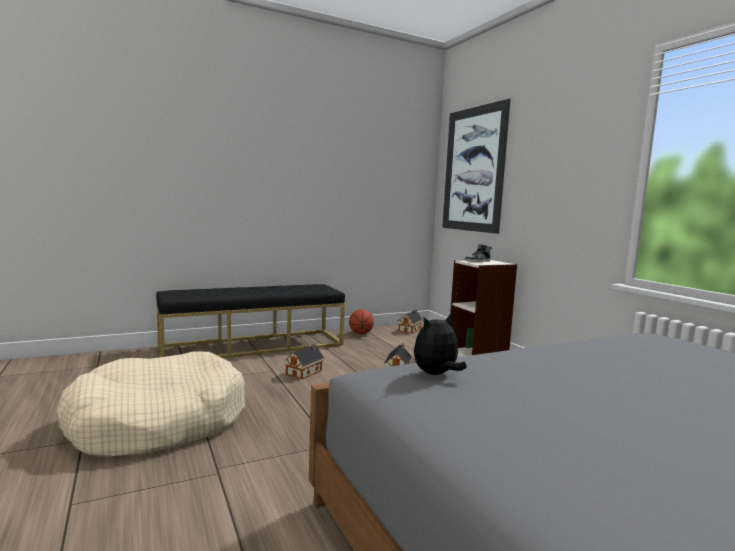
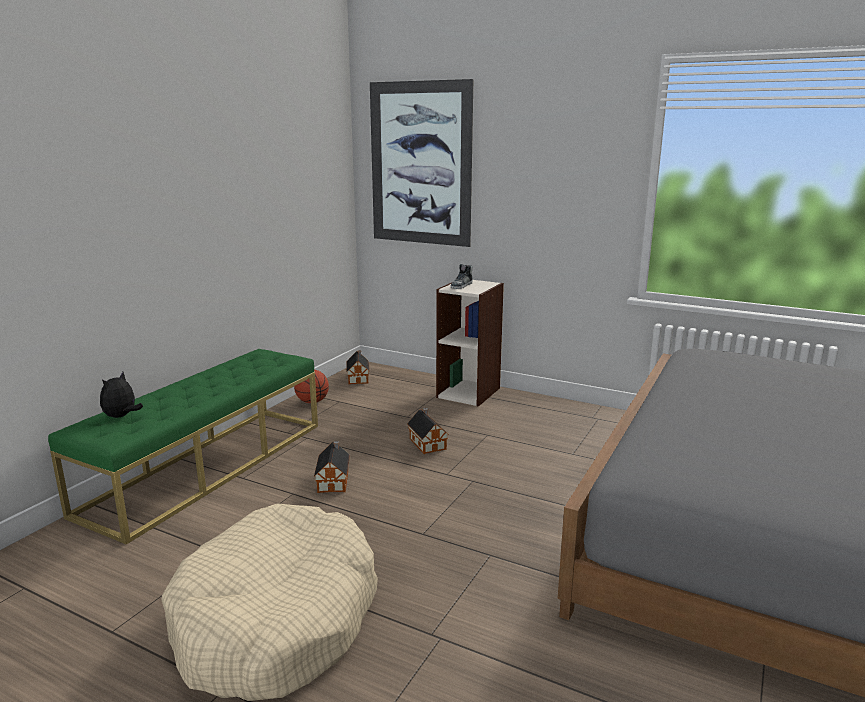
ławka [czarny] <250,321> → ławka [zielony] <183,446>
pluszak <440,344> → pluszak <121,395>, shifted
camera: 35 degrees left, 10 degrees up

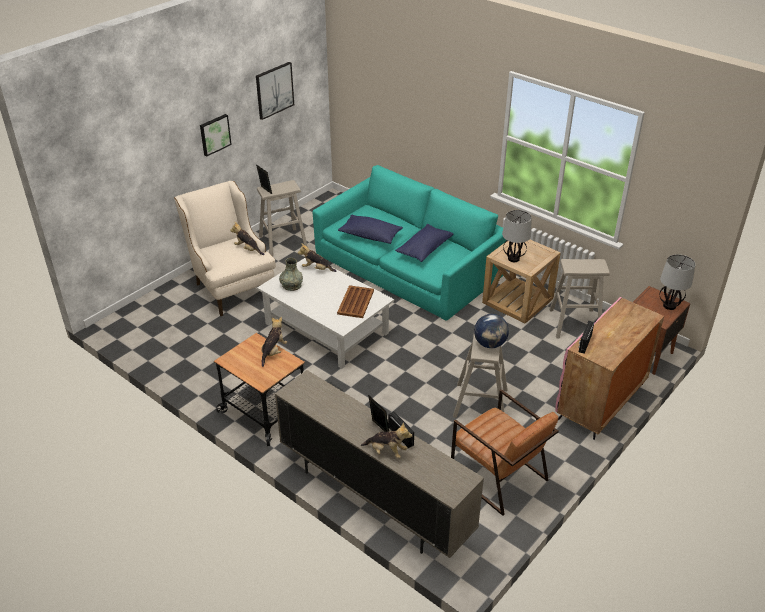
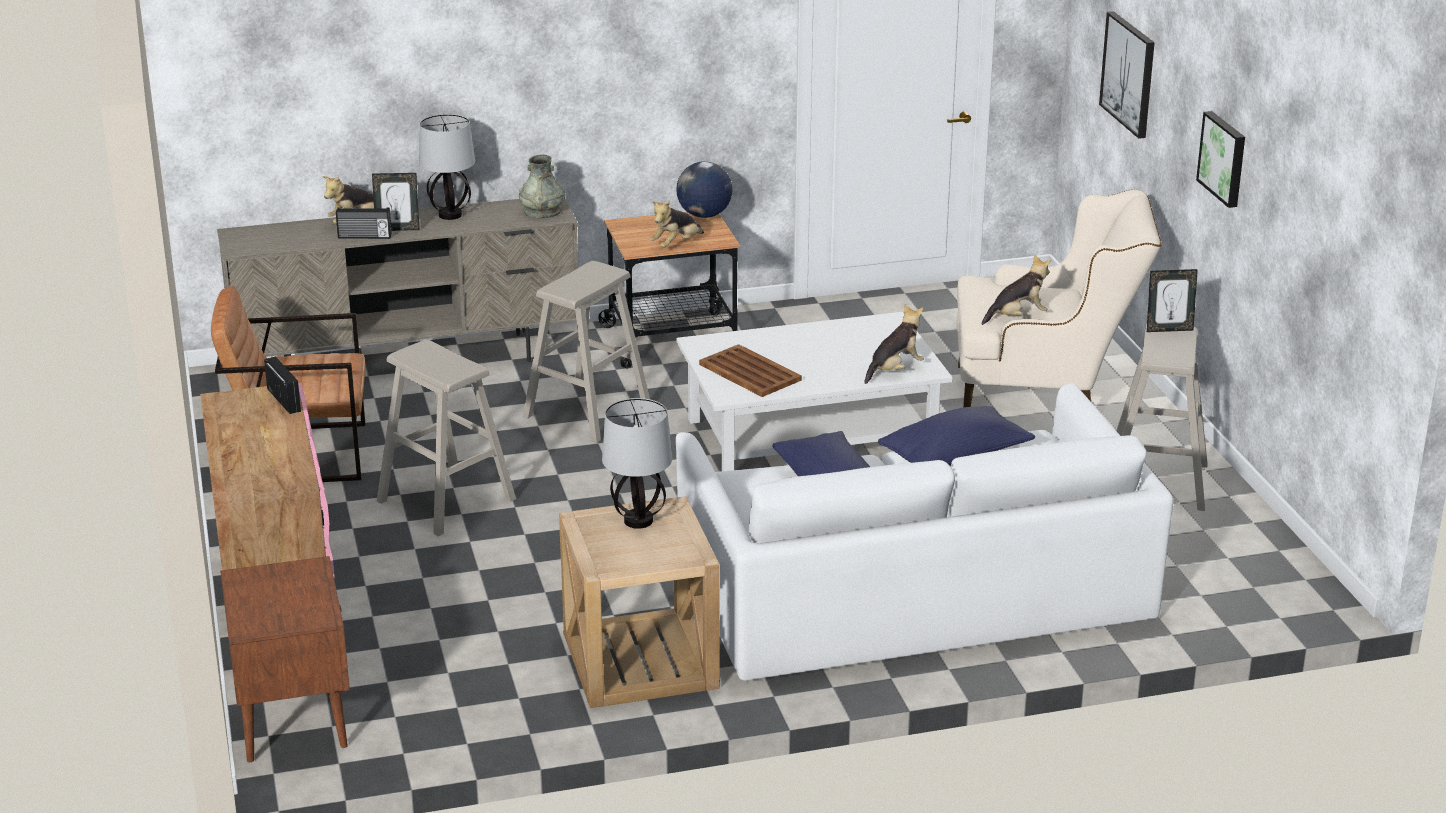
obraz <275,91> → obraz <1127,75>, shifted
pluszak <274,342> → pluszak <677,224>, 75 degrees clockwise
wazon [szary] <291,274> → wazon [szary] <542,186>, shifted
kanapa [turkusowy] <409,243> → kanapa [biały] <924,532>
globus <491,331> → globus <704,189>, shifted
stołek [beżowy] <579,298> → stołek [beżowy] <586,352>, shifted
lampa stołowa <677,282> → lampa stołowa <447,167>, shifted
camera: 125 degrees right, 10 degrees down

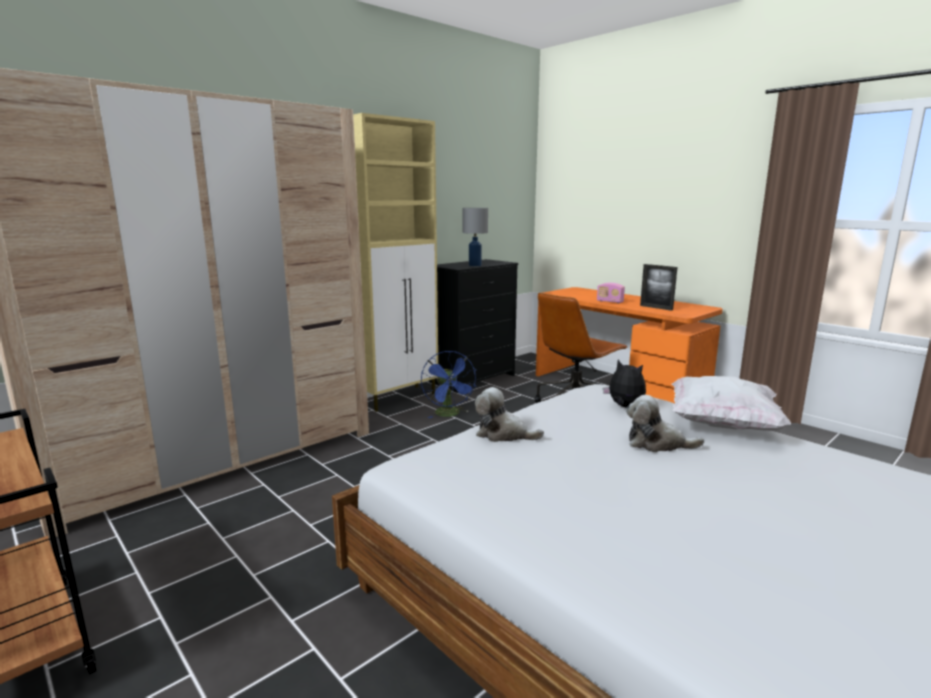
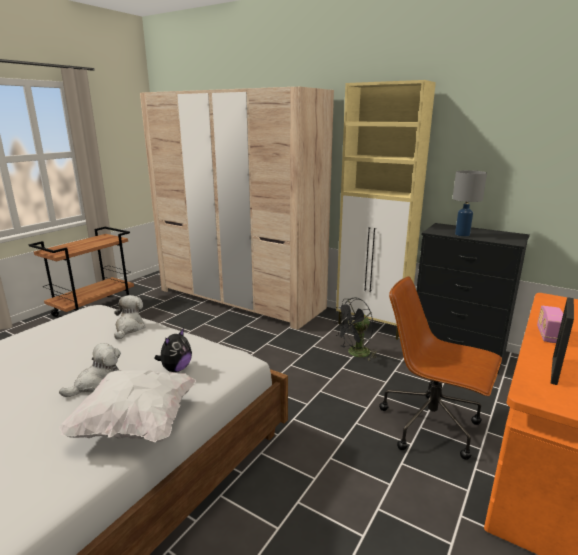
wentylator [niebieski] <449,384> → wentylator [czarny] <355,329>
pluszak <665,423> → pluszak <90,370>, 45 degrees clockwise
camera: 75 degrees right, 5 degrees up

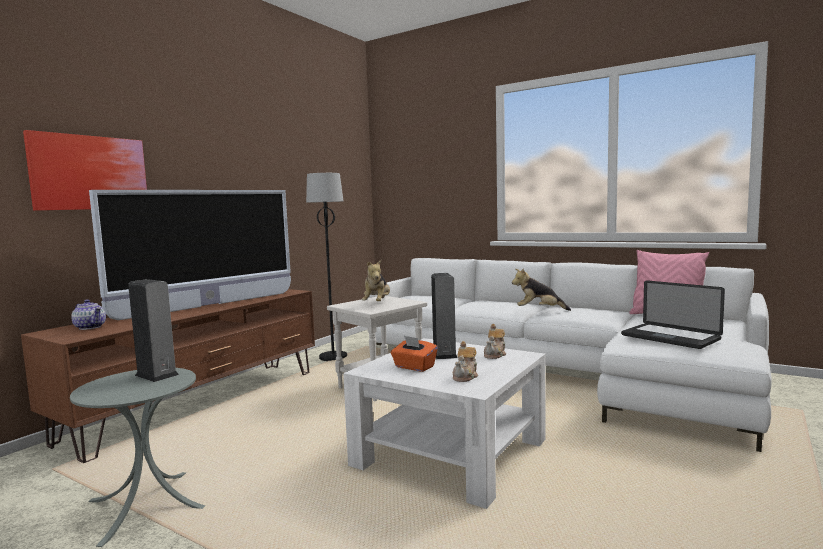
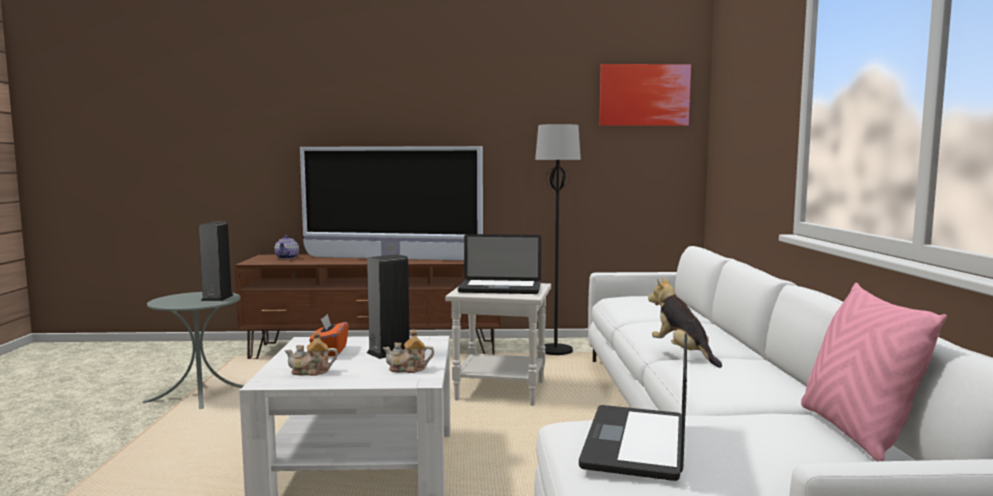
obraz <85,170> → obraz <645,95>, shifted
pluszak <376,280> → laptop <499,264>
camera: 55 degrees right, 0 degrees up

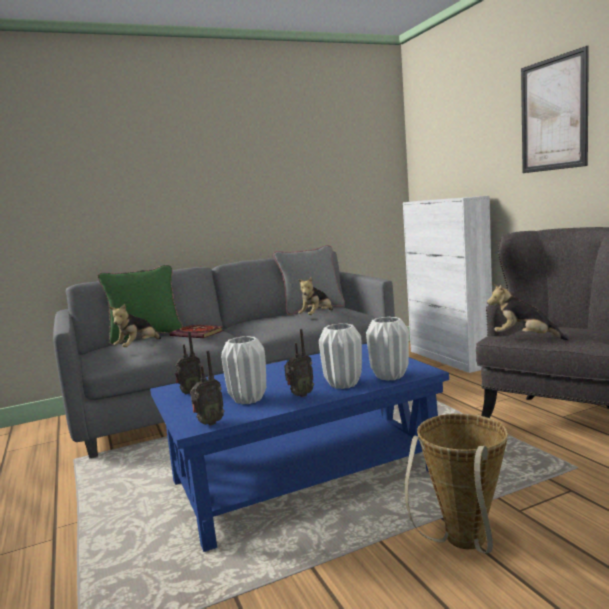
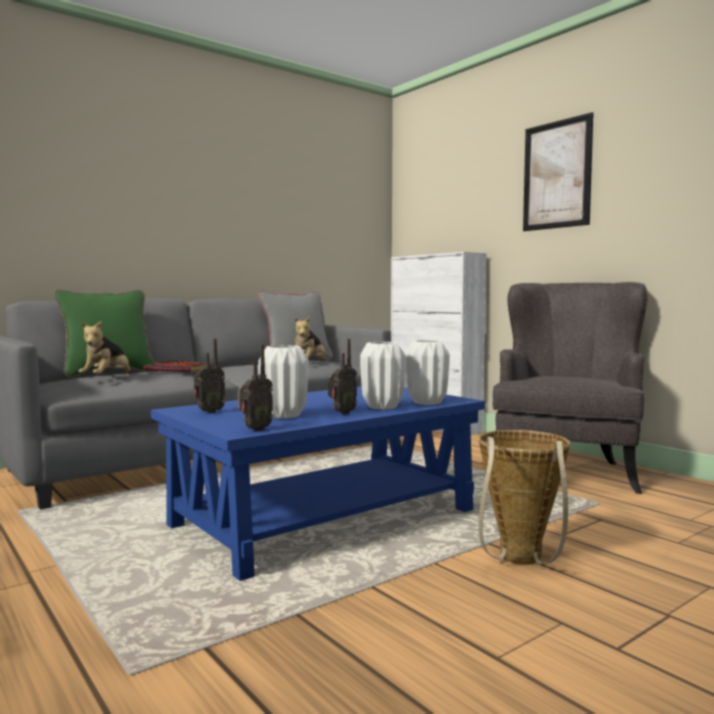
pluszak <528,312> → -
camera: 15 degrees left, 5 degrees down

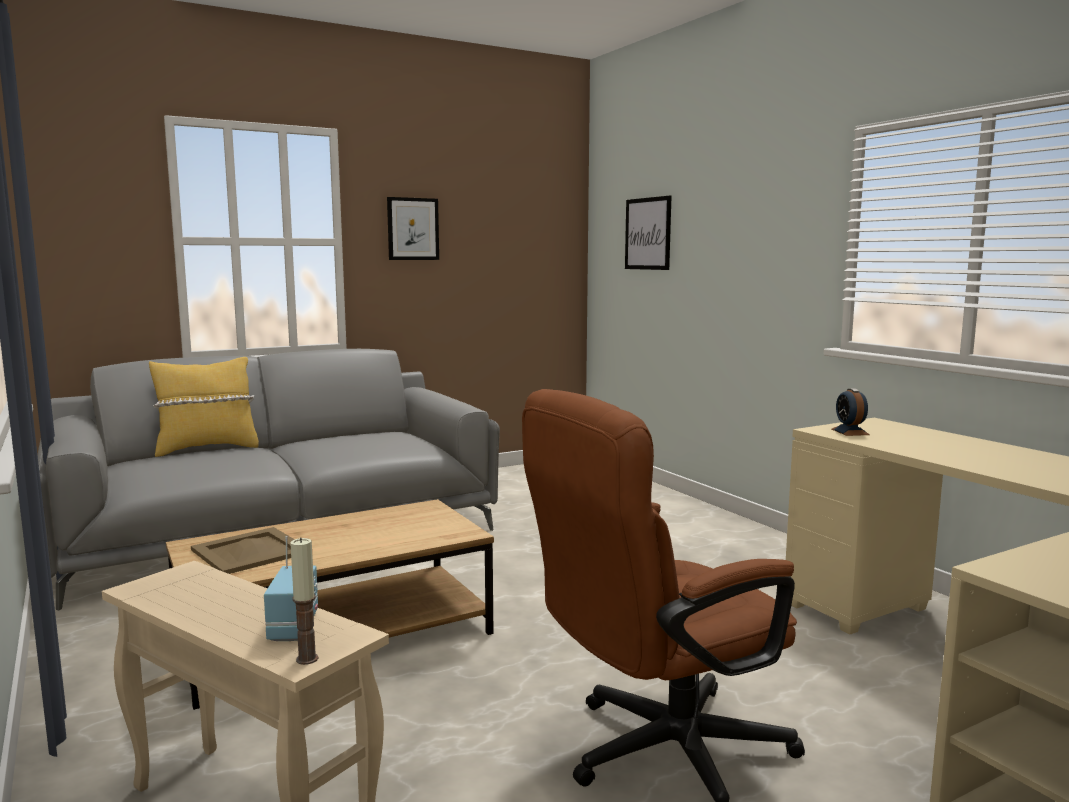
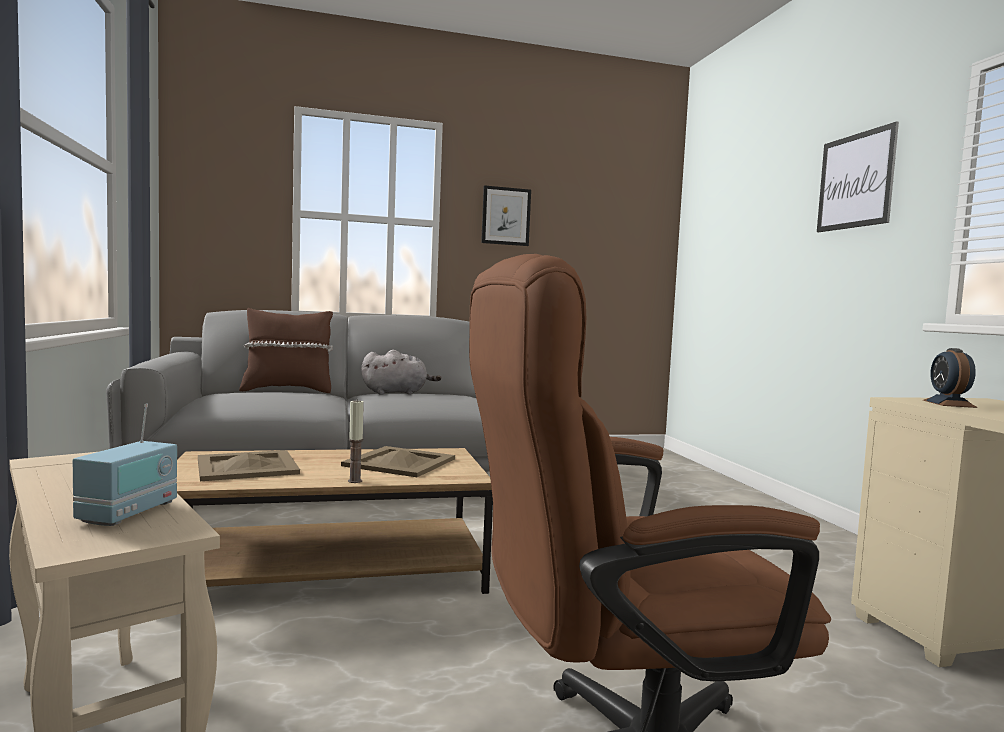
poduszka [żółty] <204,407> → poduszka [brązowy] <286,350>
świeca <304,601> → świeca <356,441>, shifted
obraz <648,233> → obraz <858,176>, shifted
- → taca [beżowy] <398,461>
- → pluszak [szary] <401,372>
camera: 15 degrees right, 5 degrees down

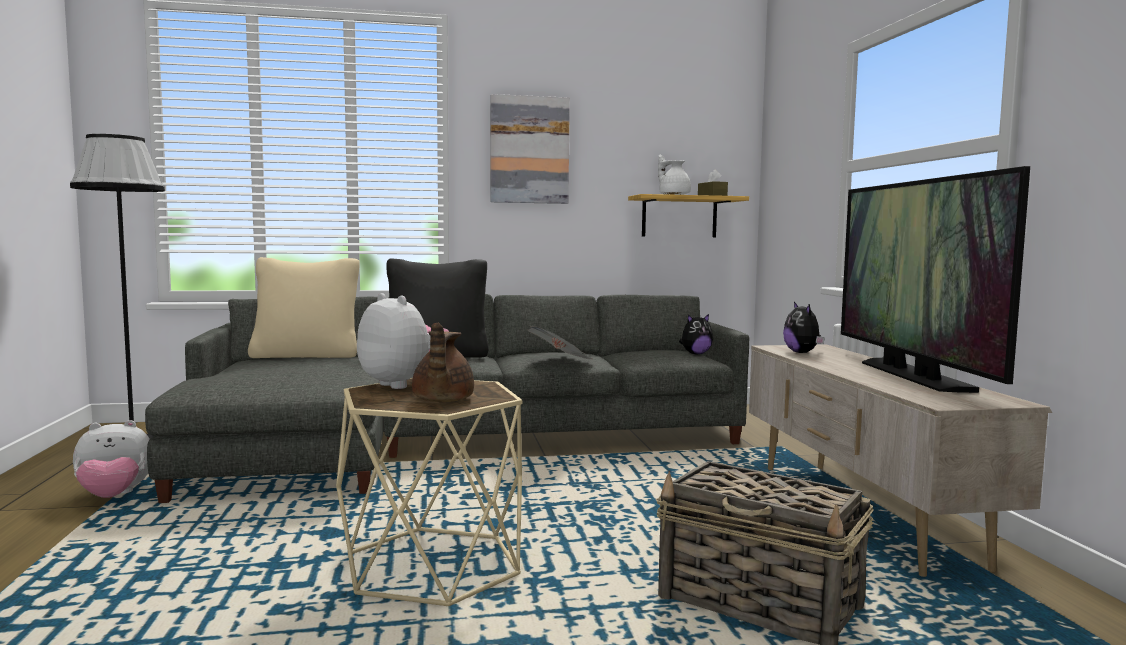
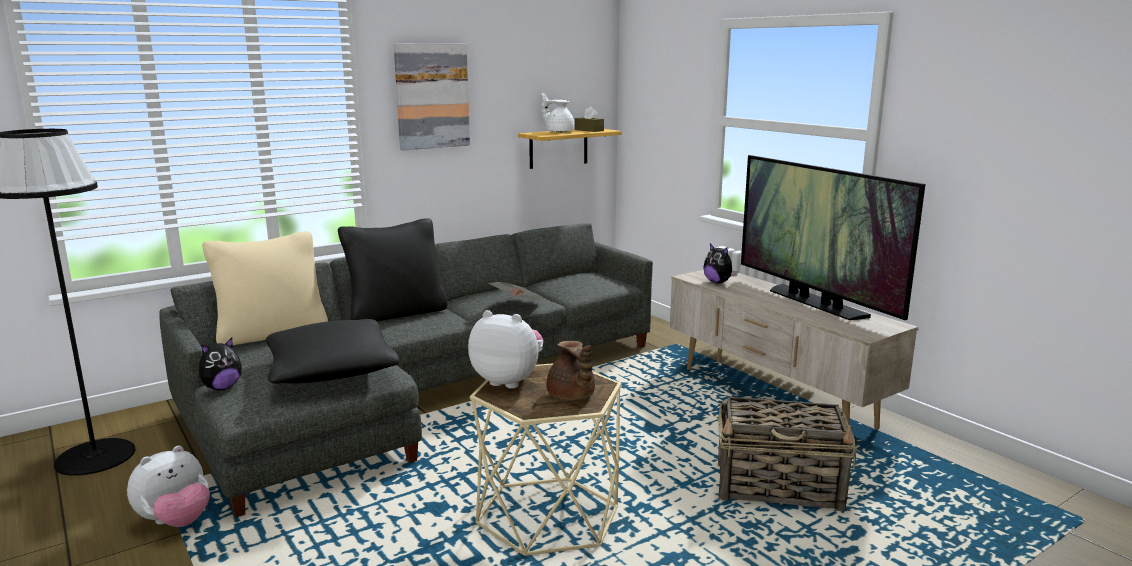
pluszak <696,334> → pluszak <220,364>, shifted
- → poduszka [czarny] <332,351>
camera: 25 degrees left, 10 degrees up

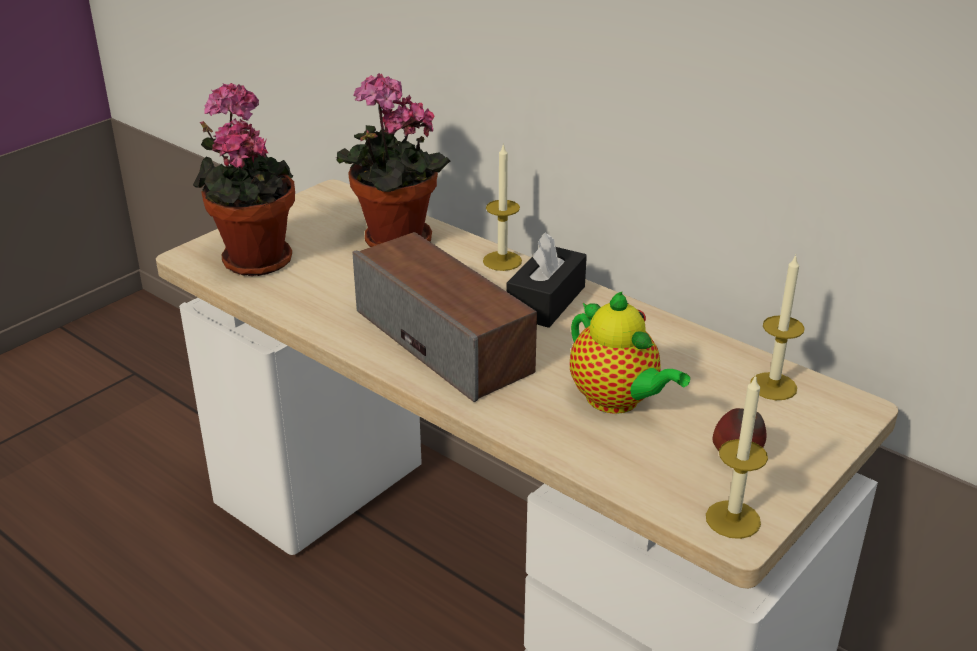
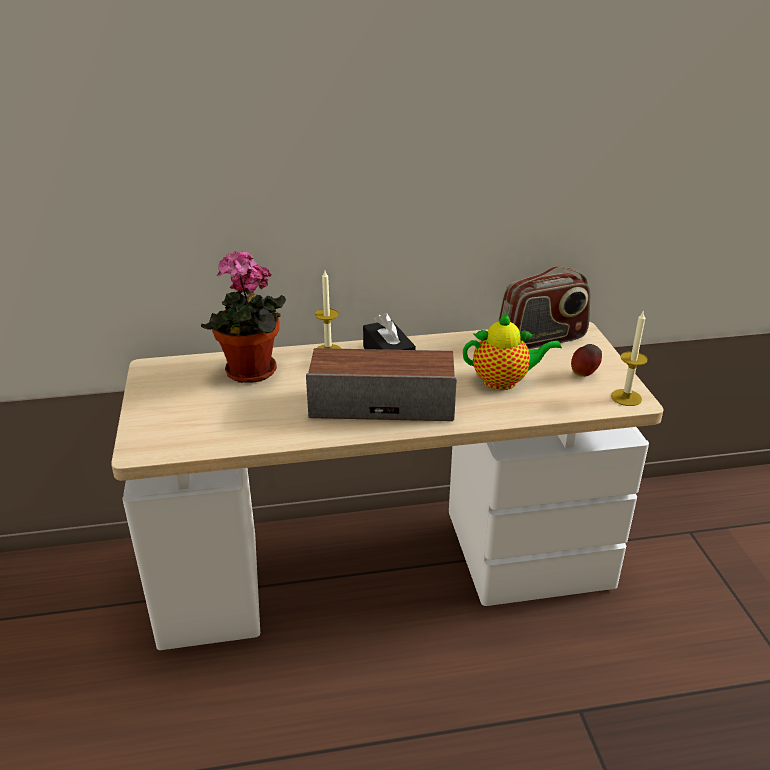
roślina doniczkowa <244,179> → -
świeca <777,327> → radio <544,307>
camera: 50 degrees left, 0 degrees up

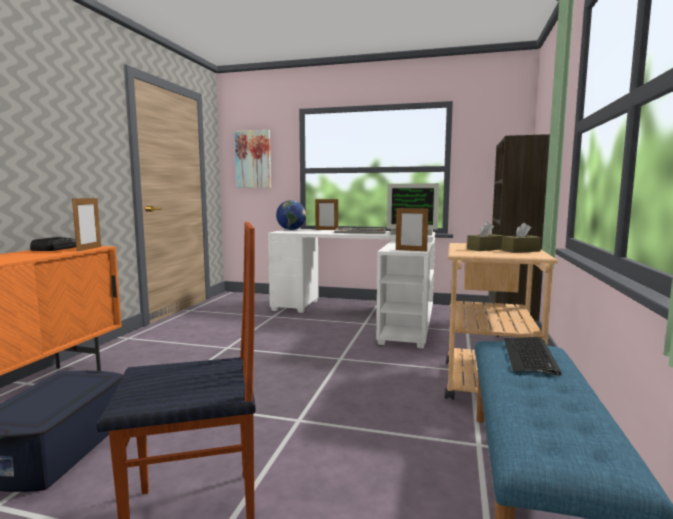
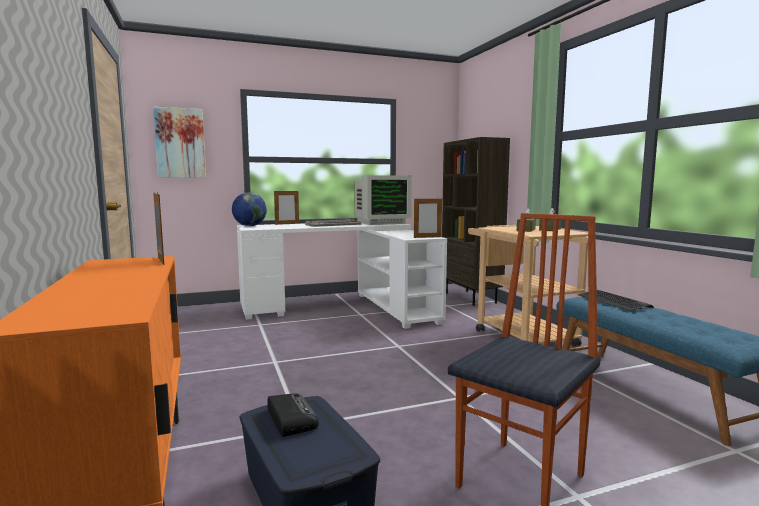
radio <53,244> → radio <293,415>, shifted
camera: 35 degrees left, 0 degrees up

